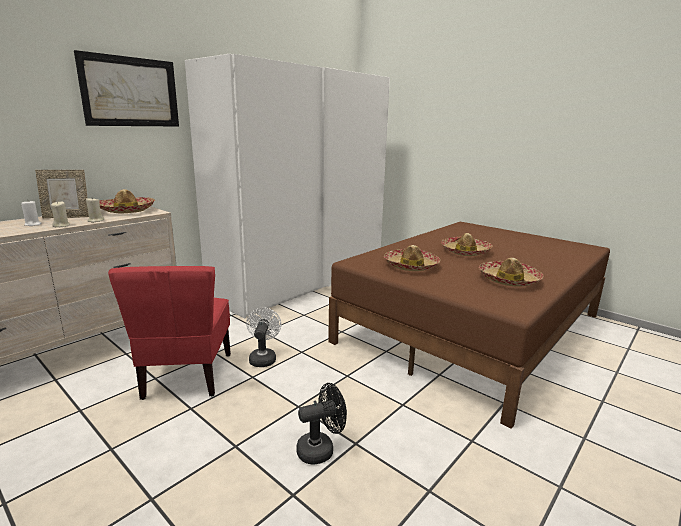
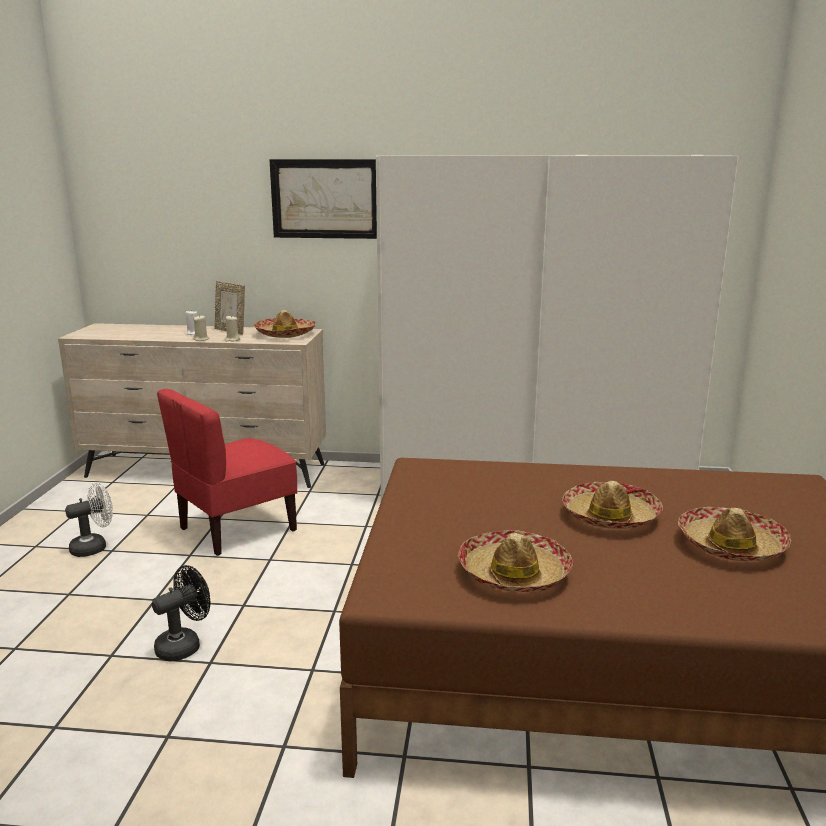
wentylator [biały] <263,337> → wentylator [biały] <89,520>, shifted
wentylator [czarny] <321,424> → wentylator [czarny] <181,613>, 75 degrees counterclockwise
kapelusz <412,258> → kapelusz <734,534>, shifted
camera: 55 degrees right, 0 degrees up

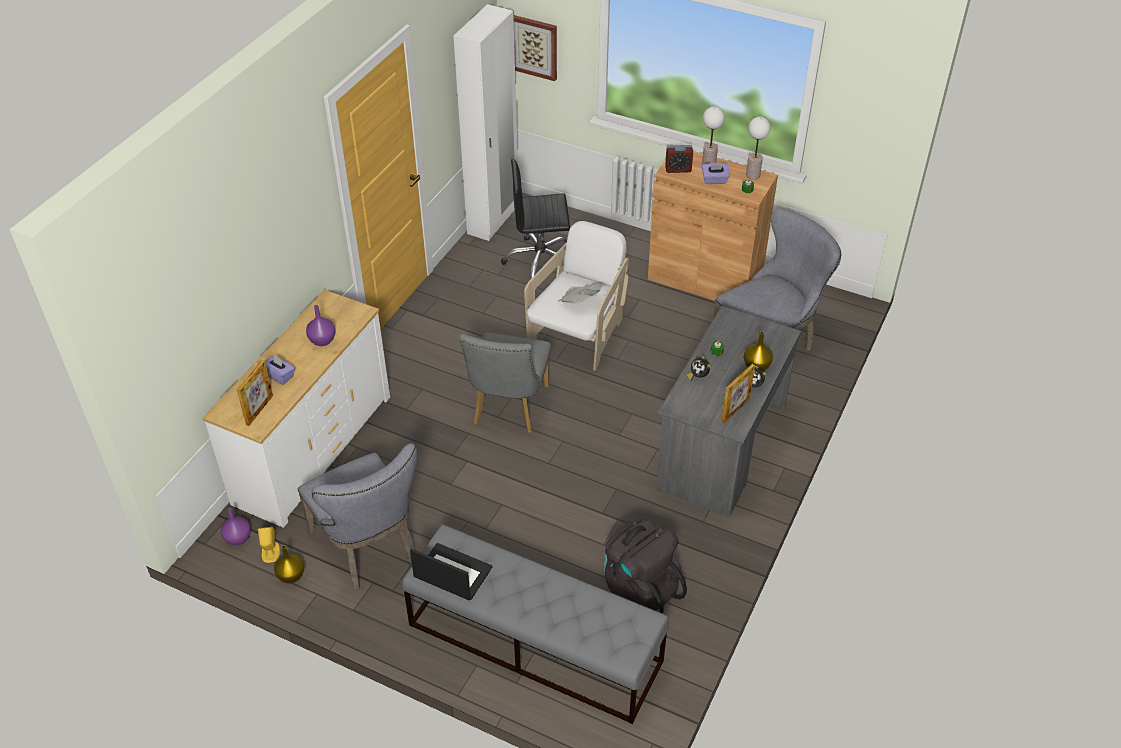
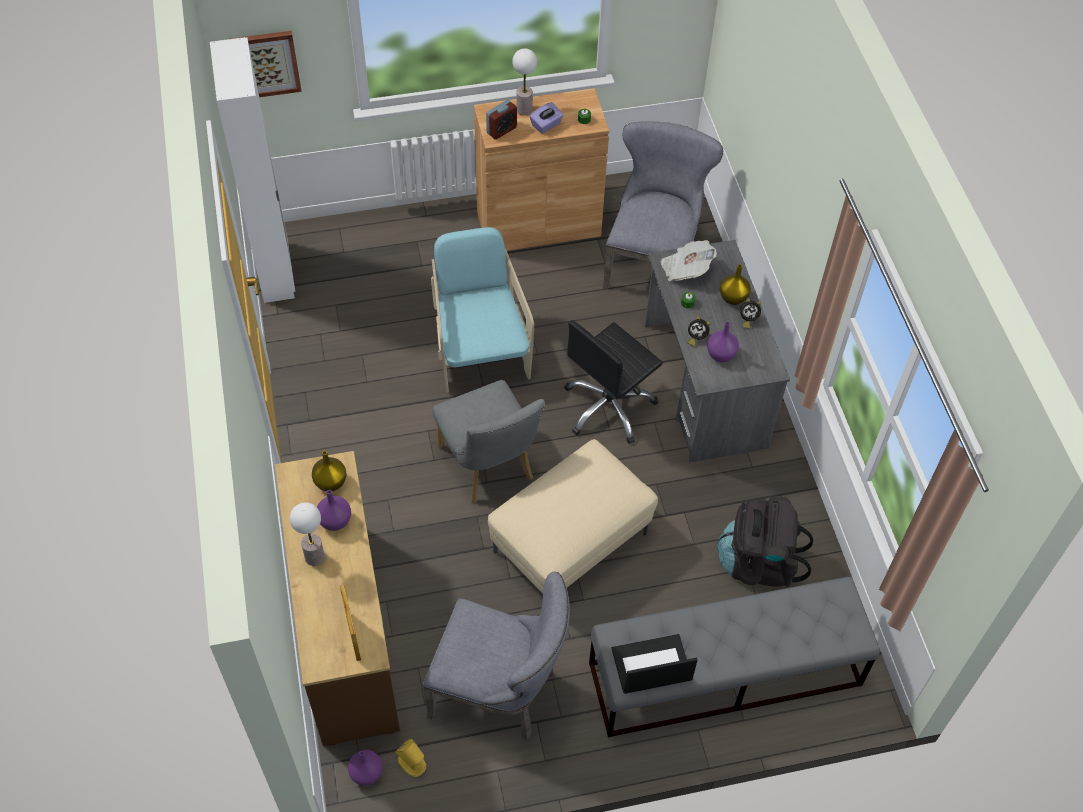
komoda [biały] <296,409> → komoda [brązowy] <337,598>
pudełko chusteczek [fioletowy] <280,370> → -
wazon [żółty] <289,565> → wazon [żółty] <329,471>, shifted
krzesło biurowe [czarny] <535,219> → krzesło biurowe [czarny] <613,382>, shifted
fotel [biały] <576,296> → fotel [turkusowy] <482,310>
gazeta <581,293> → gazeta <689,260>, shifted
ramka na zdjęcie <738,393> → -
lampa stołowa <758,148> → lampa stołowa <307,534>, shifted
- → pufa [beżowy] <573,516>
- → wazon [fioletowy] <723,342>
camera: 40 degrees left, 10 degrees up

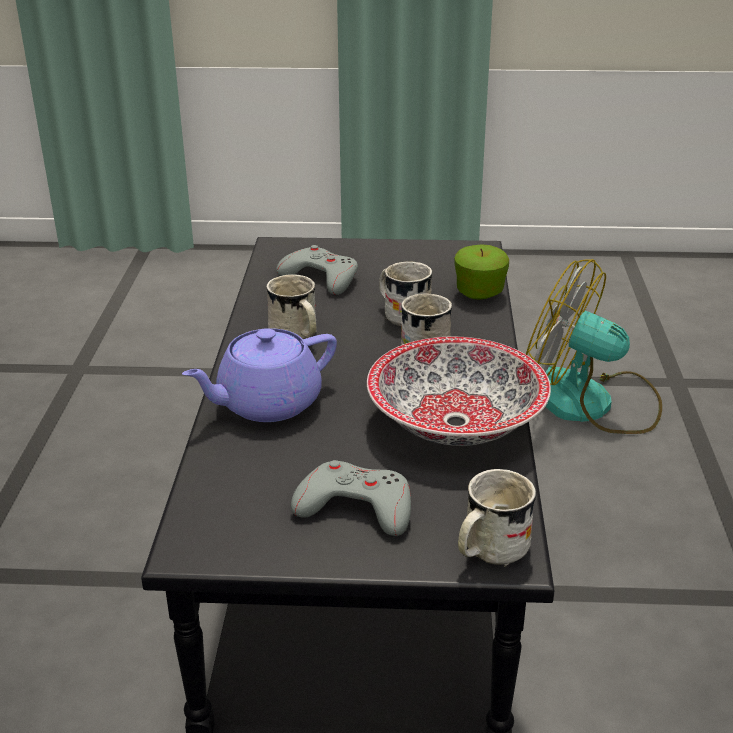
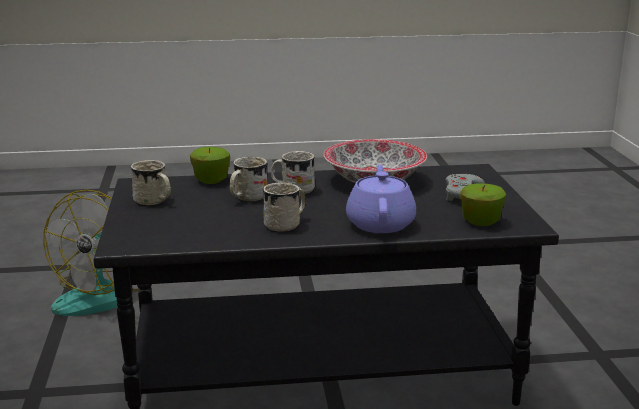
imbryk [fioletowy] <259,375> → imbryk [fioletowy] <381,199>, 135 degrees counterclockwise
pad do gier [szary] <317,270> → -
kubek [biały] <497,518> → kubek [biały] <151,182>, shifted
- → jabłko <483,204>
camera: 100 degrees left, 10 degrees down

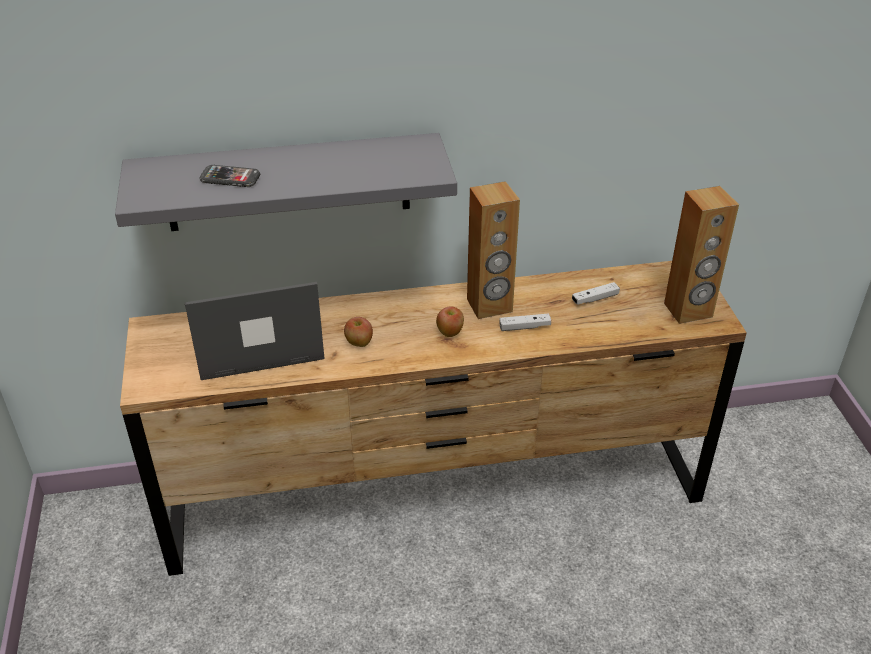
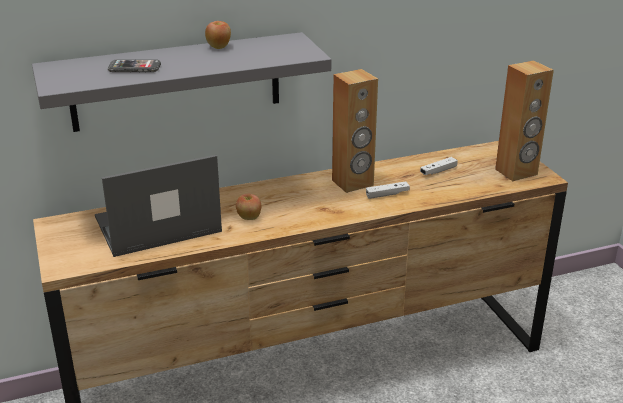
jabłko <450,321> → jabłko <218,35>, shifted
camera: 10 degrees left, 10 degrees down

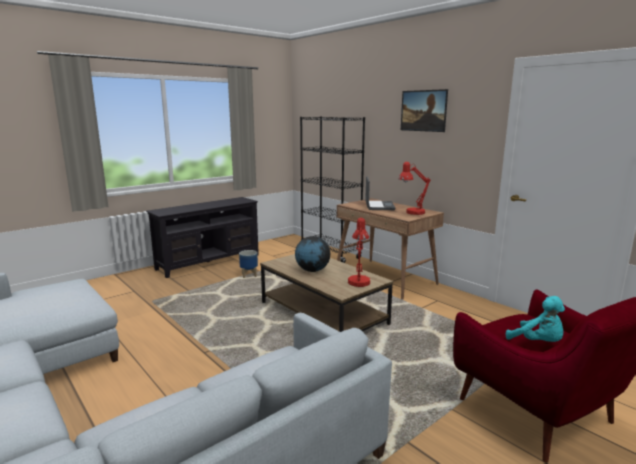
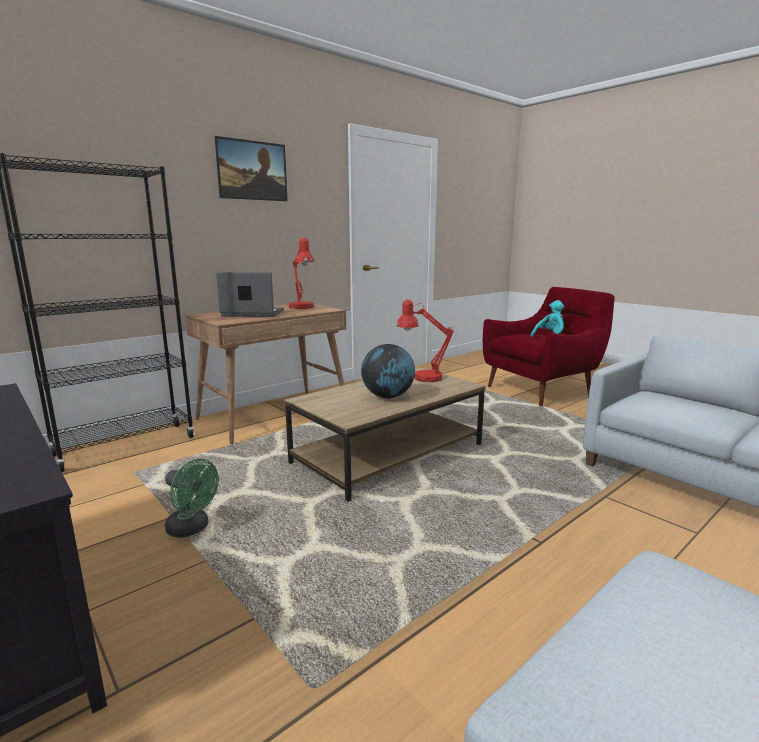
donica <248,264> → wentylator [zielony] <192,498>
camera: 90 degrees left, 0 degrees up

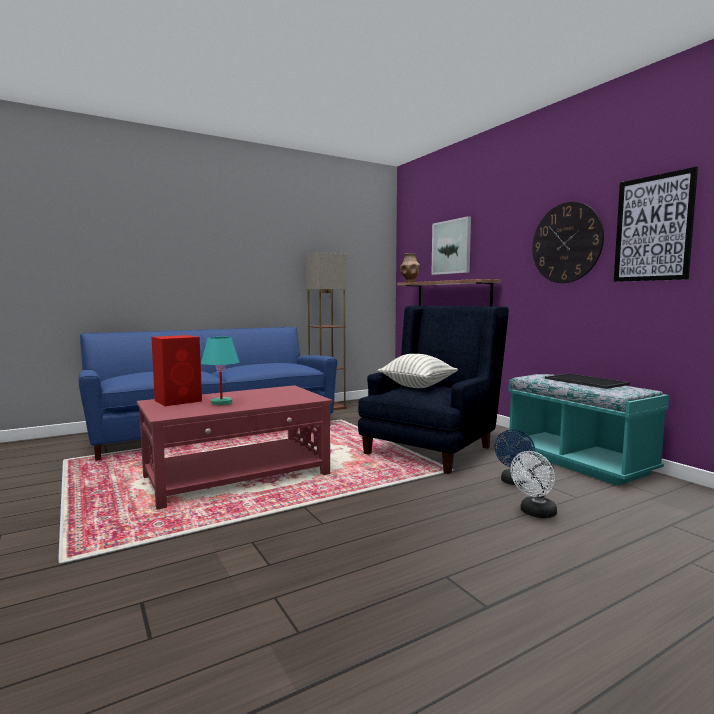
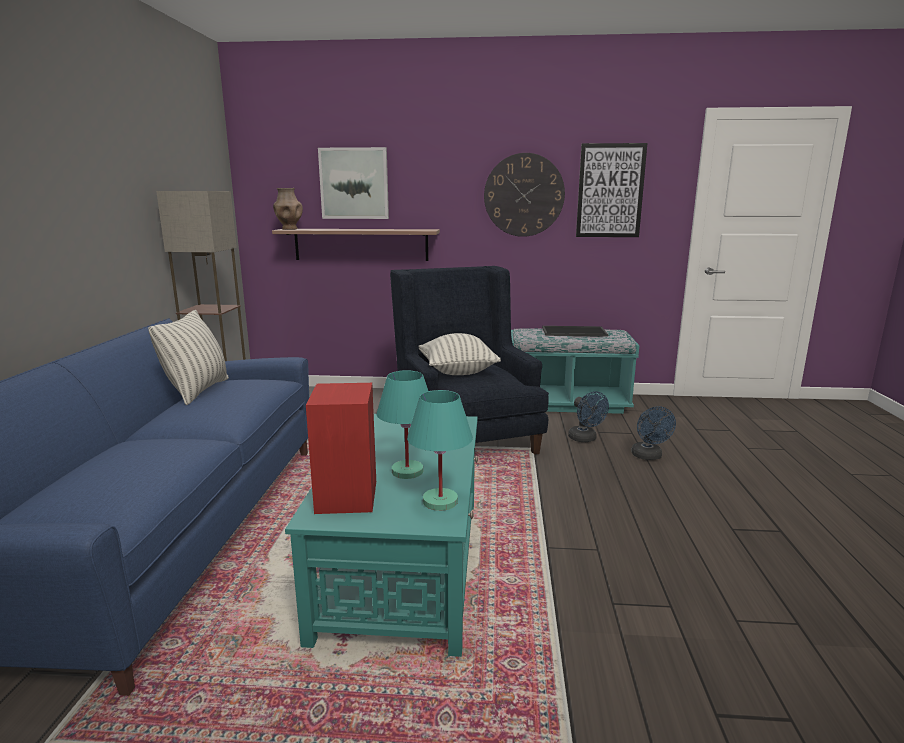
ława [czerwony] <234,447> → ława [turkusowy] <381,535>
wentylator [biały] <534,484> → wentylator [niebieski] <653,433>
- → poduszka <188,357>
- → lampa stołowa [turkusowy] <440,450>
camera: 55 degrees left, 10 degrees up

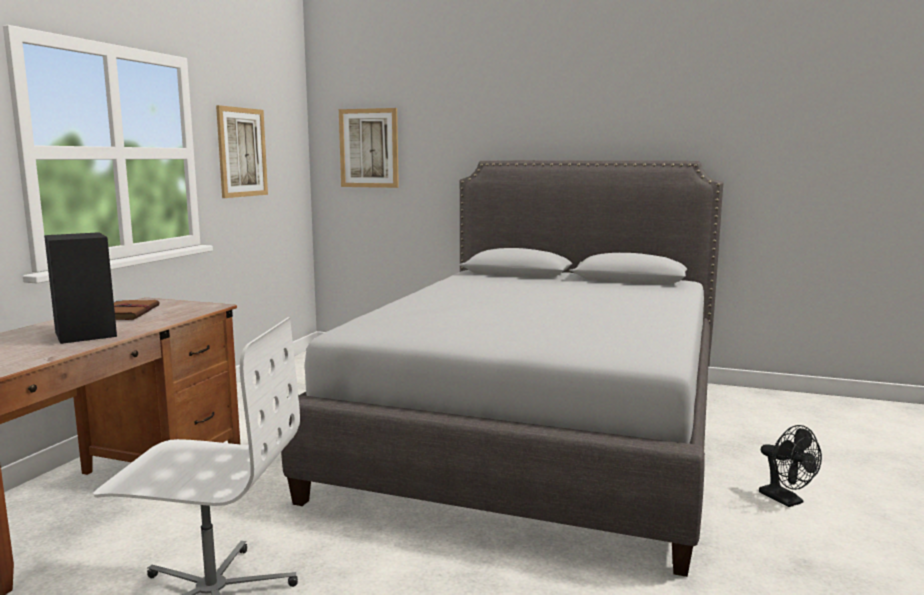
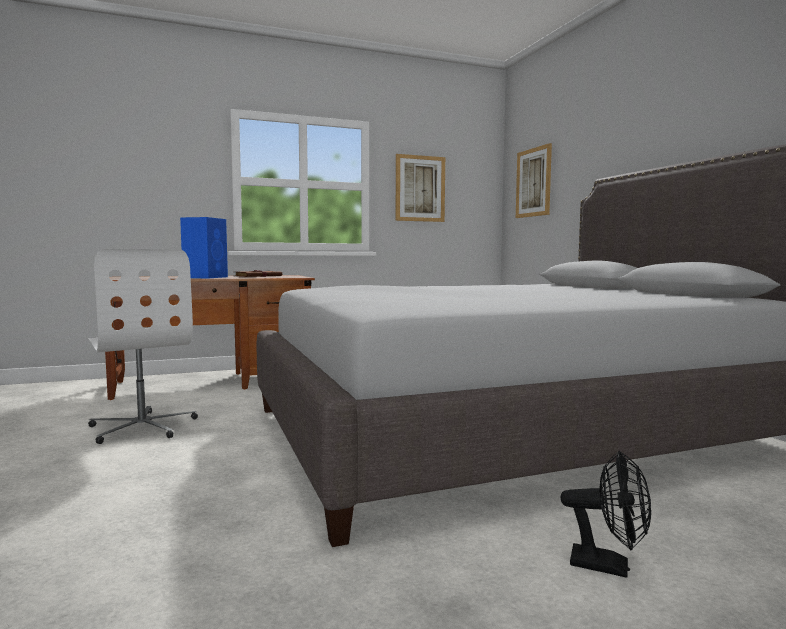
głośnik [czarny] <80,288> → głośnik [niebieski] <204,247>
wentylator [czarny] <790,466> → wentylator [czarny] <605,514>, 90 degrees counterclockwise
camera: 50 degrees right, 5 degrees down

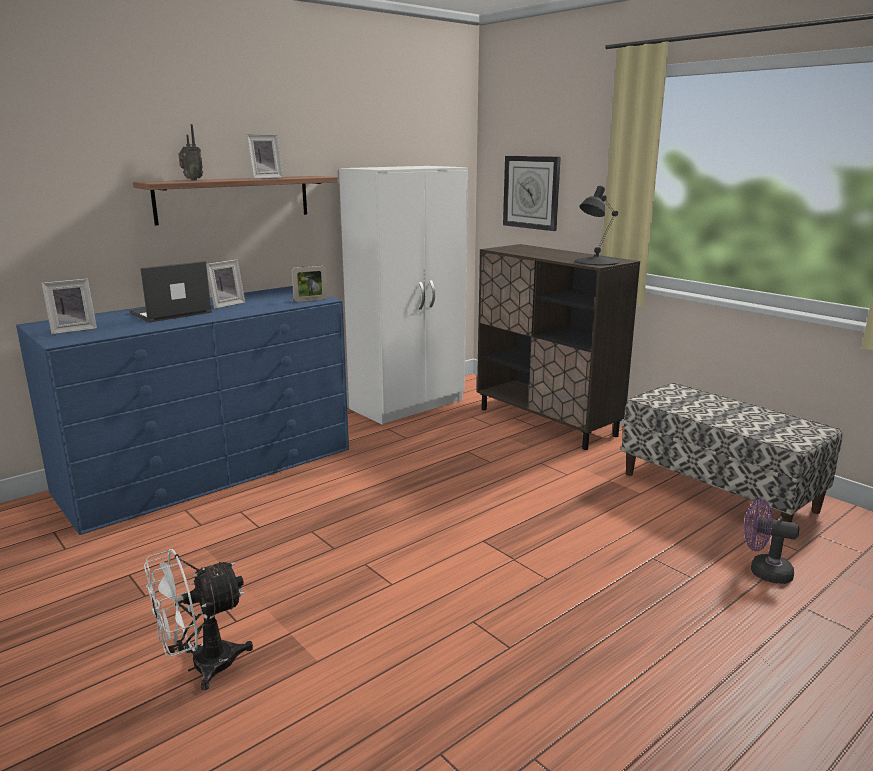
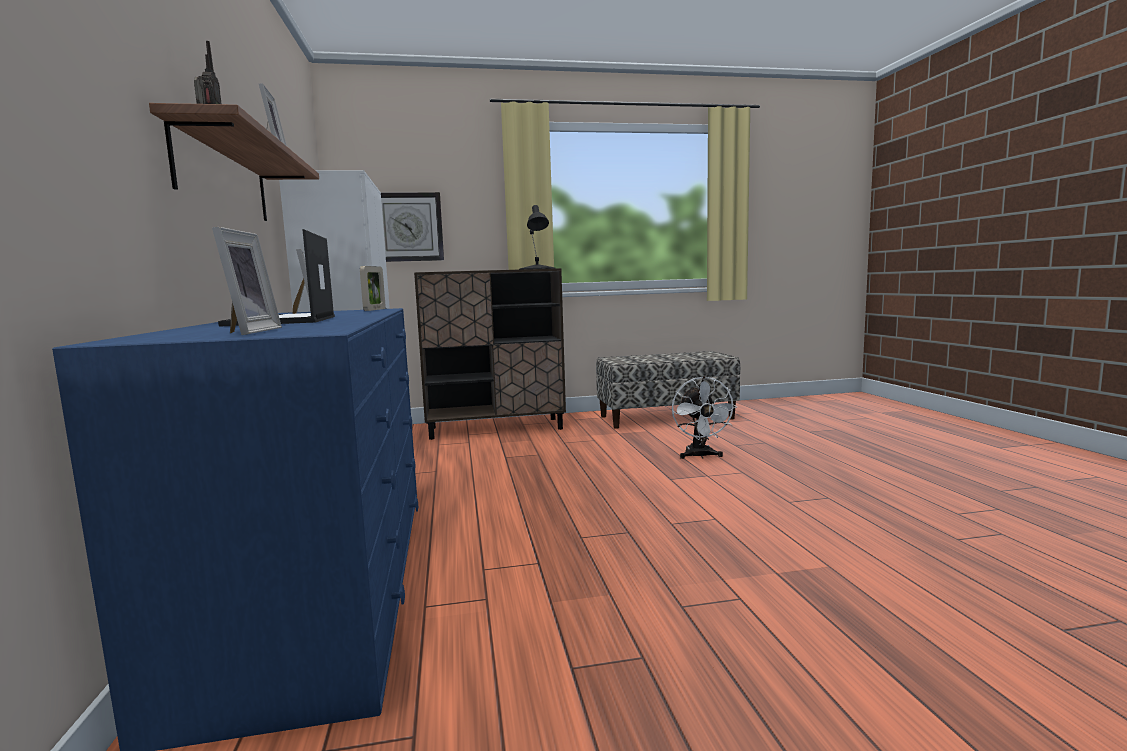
wentylator [biały] <198,619> → wentylator [biały] <704,417>, shifted
wentylator [fioletowy] <771,541> → -
camera: 60 degrees left, 10 degrees down

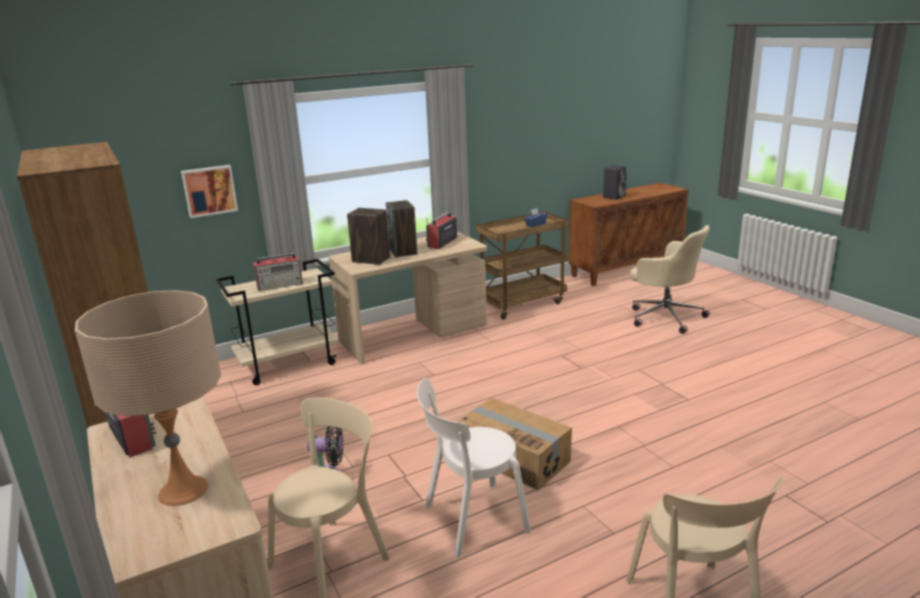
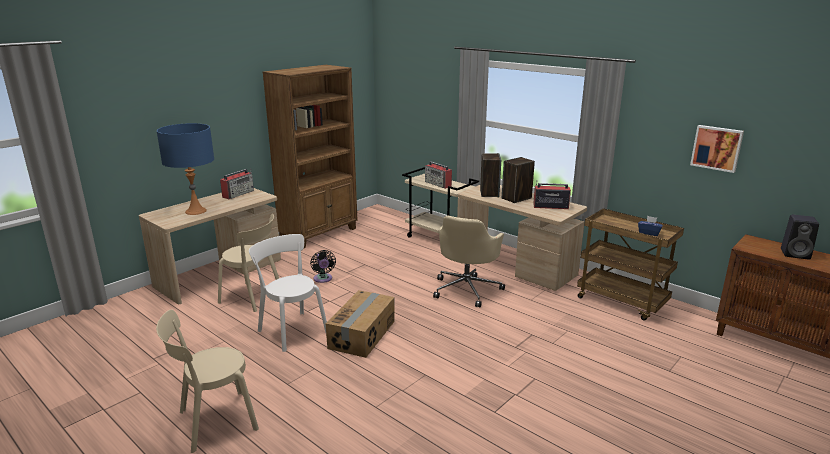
lampa stołowa [beżowy] <148,398> → lampa stołowa [niebieski] <185,169>
obraz <209,191> → obraz <717,149>, shifted
krzesło biurowe [beżowy] <670,279> → krzesło biurowe [beżowy] <469,261>, shifted
camera: 70 degrees right, 0 degrees up

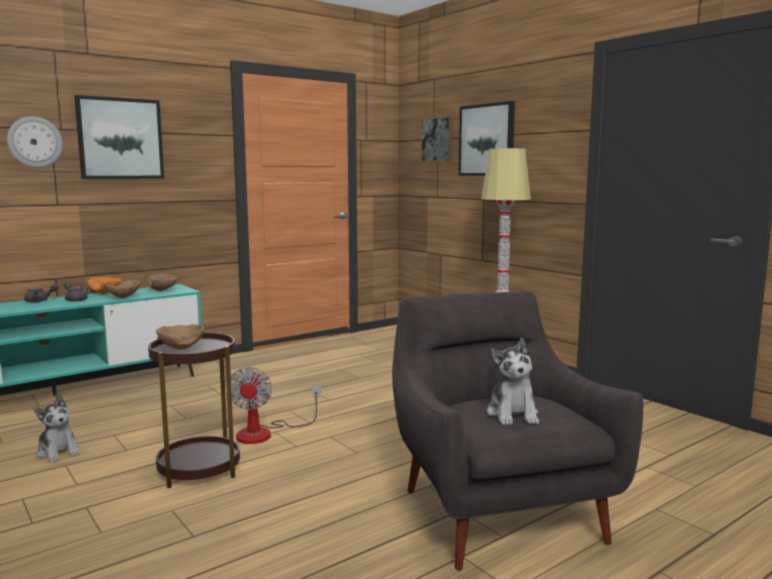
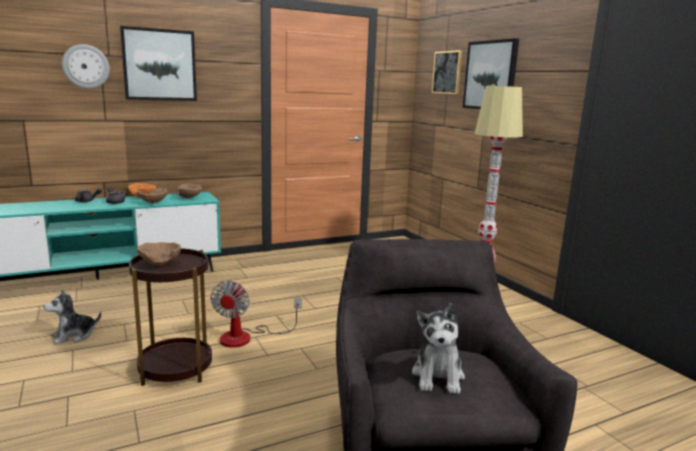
pluszak <57,429> → pluszak <72,317>, 90 degrees clockwise
camera: 10 degrees right, 5 degrees up

